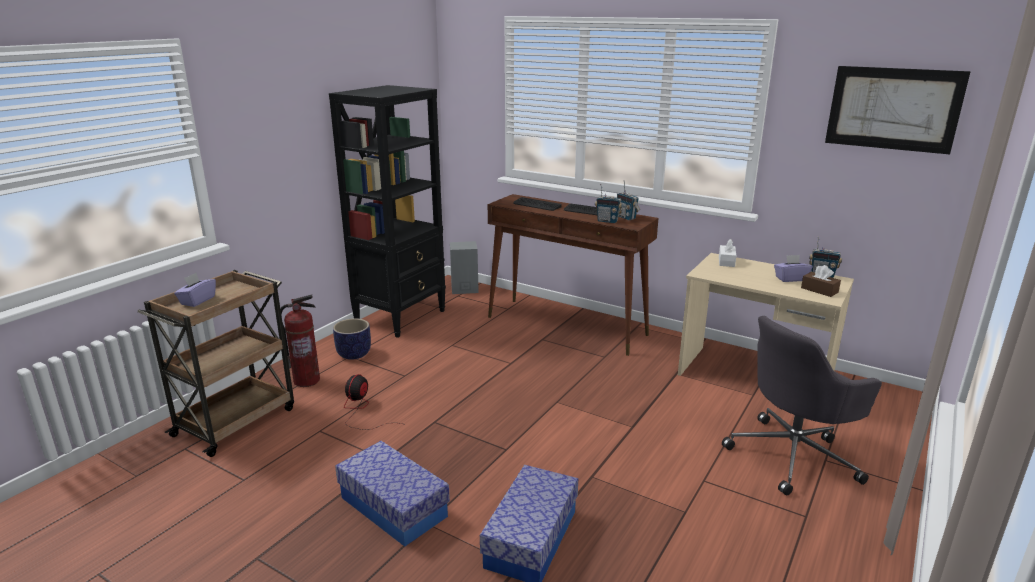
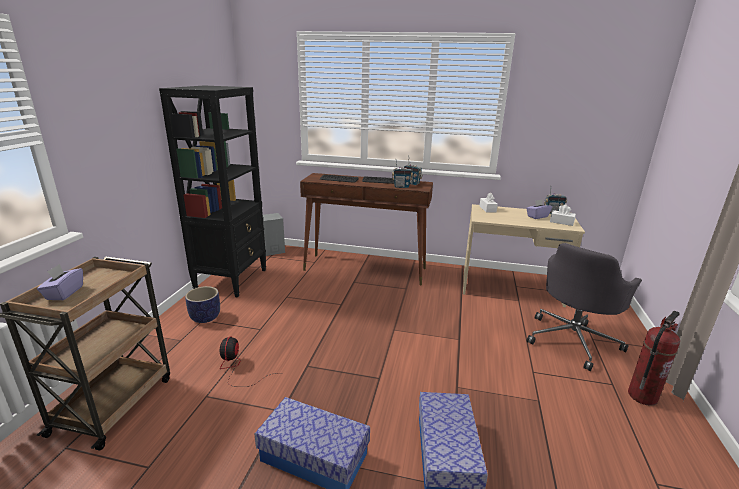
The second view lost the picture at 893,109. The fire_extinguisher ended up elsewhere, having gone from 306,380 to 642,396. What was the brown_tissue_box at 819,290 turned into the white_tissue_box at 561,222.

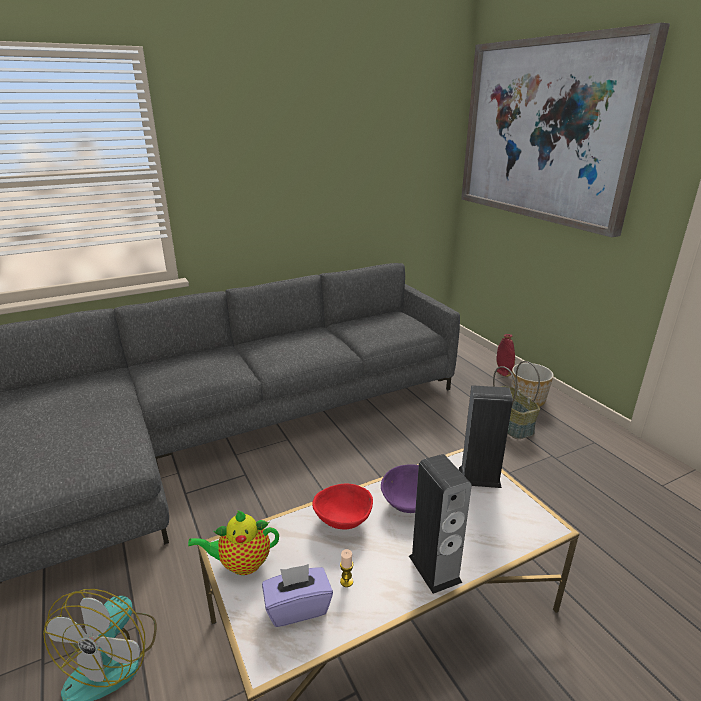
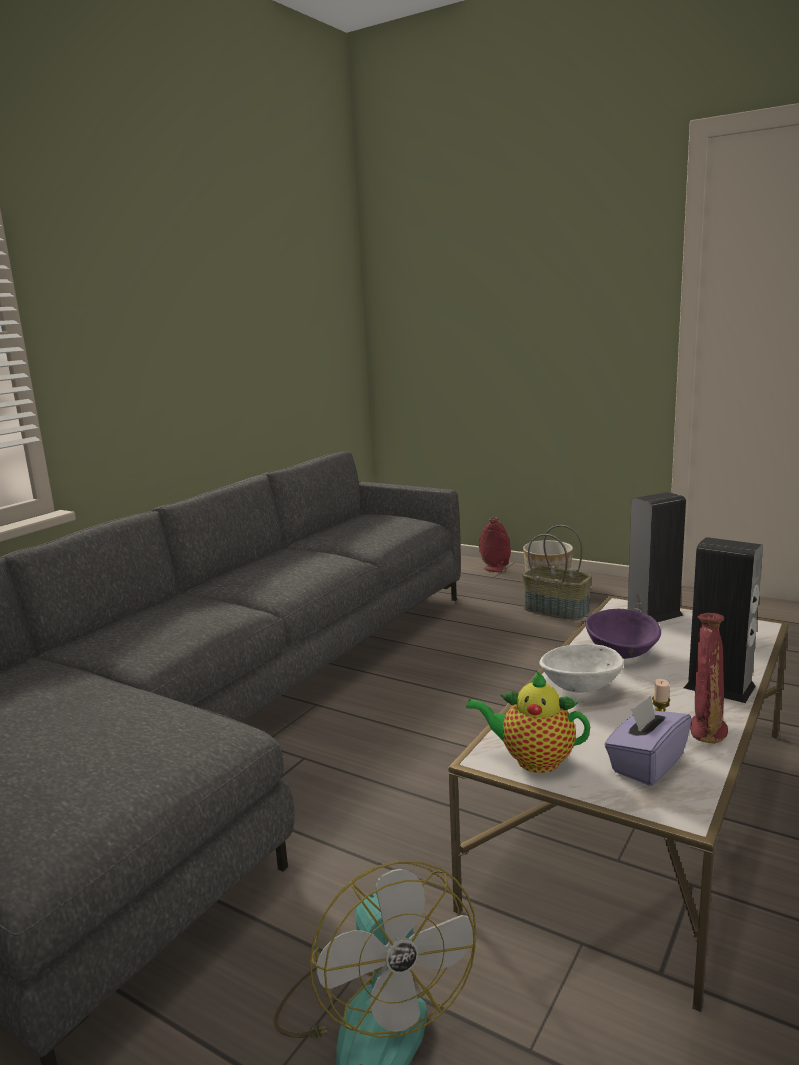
The second view lost the picture at 545,131. The second view gained the red_vase at 707,730. What was the red_bowl at 343,520 turned into the white_bowl at 580,688. The teapot at 241,564 ended up facing another way, 60 degrees clockwise from before.

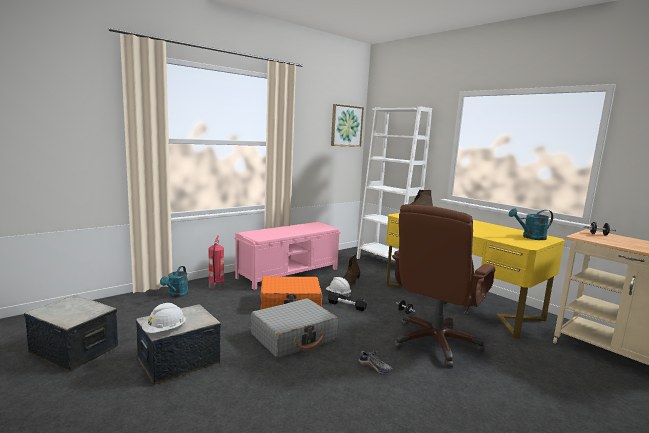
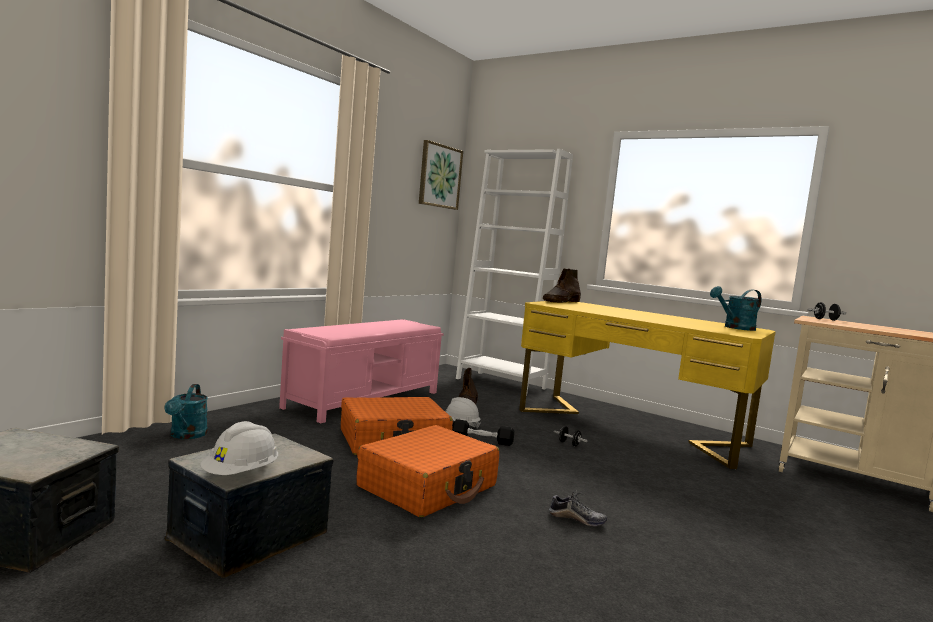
The second view lost the fire_extinguisher at 216,286. The second view lost the brown_office_chair at 435,342. What was the grey_suitcase at 294,337 turned into the orange_suitcase at 428,486.

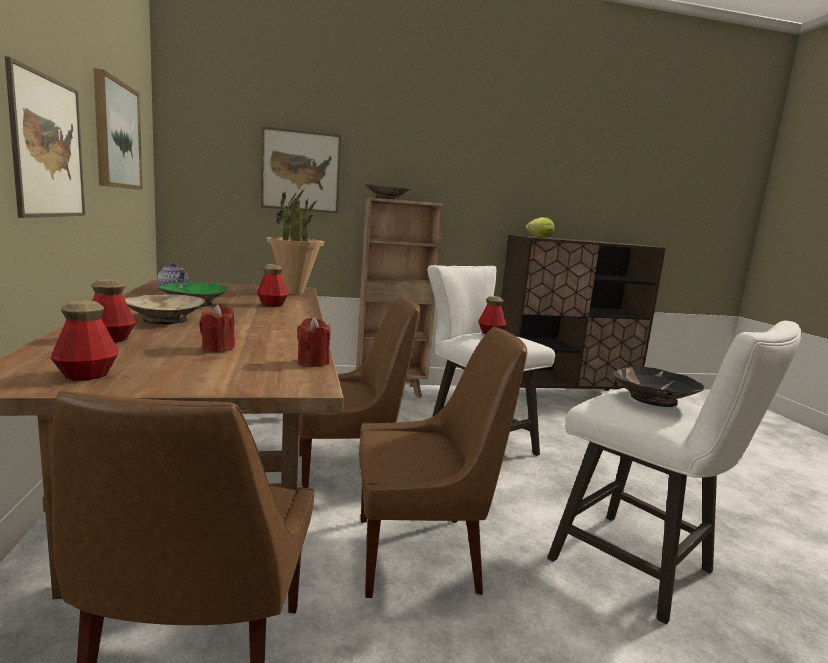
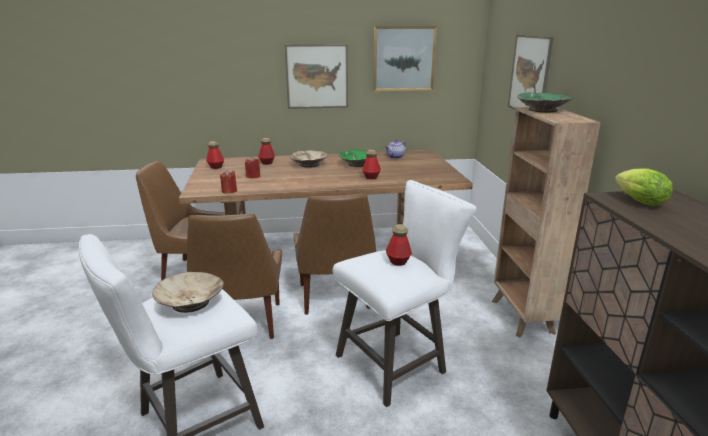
The second view lost the potted_plant at 293,293. What was the black_bowl at 653,399 turned into the beige_bowl at 191,302.

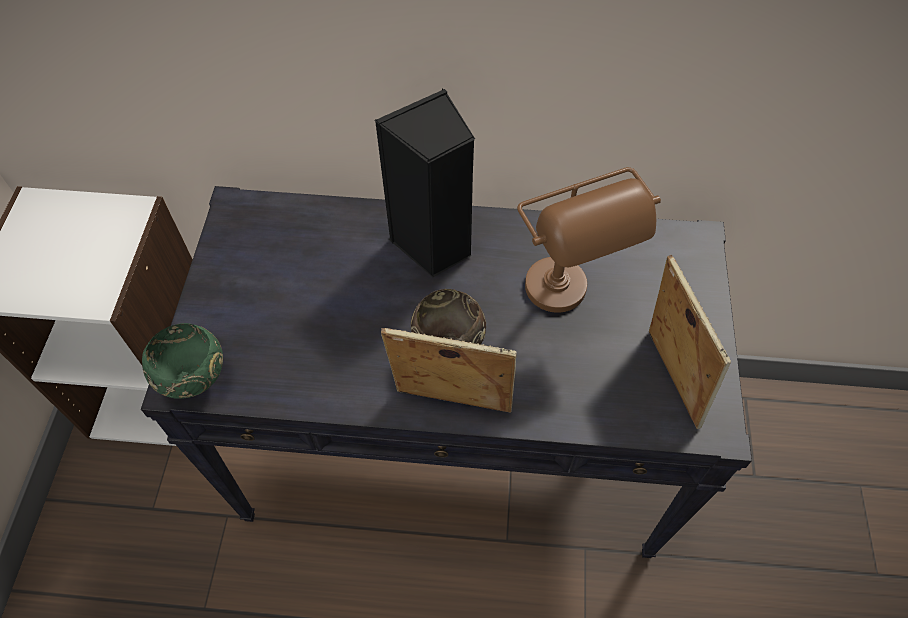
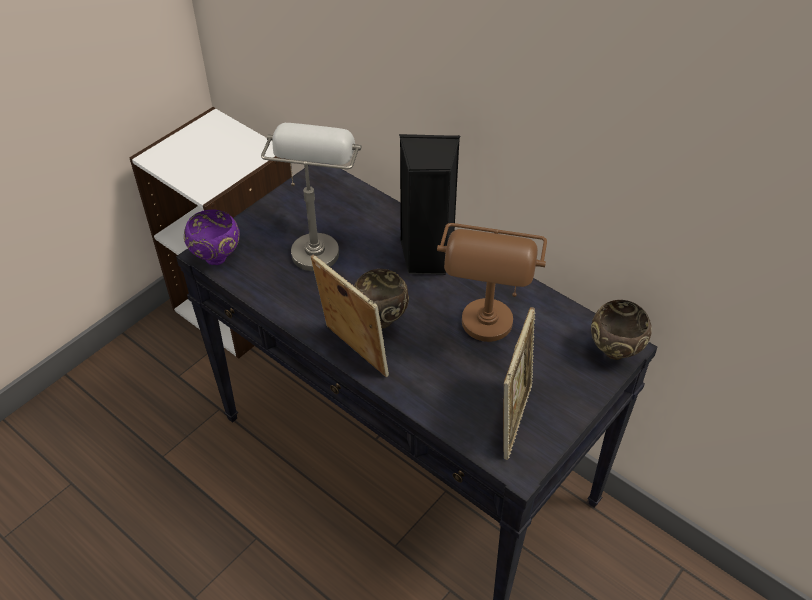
The second view gained the grey_table_lamp at 317,242. The second view gained the brown_bowl at 614,352. What was the green_bowl at 197,381 turned into the purple_bowl at 217,258.

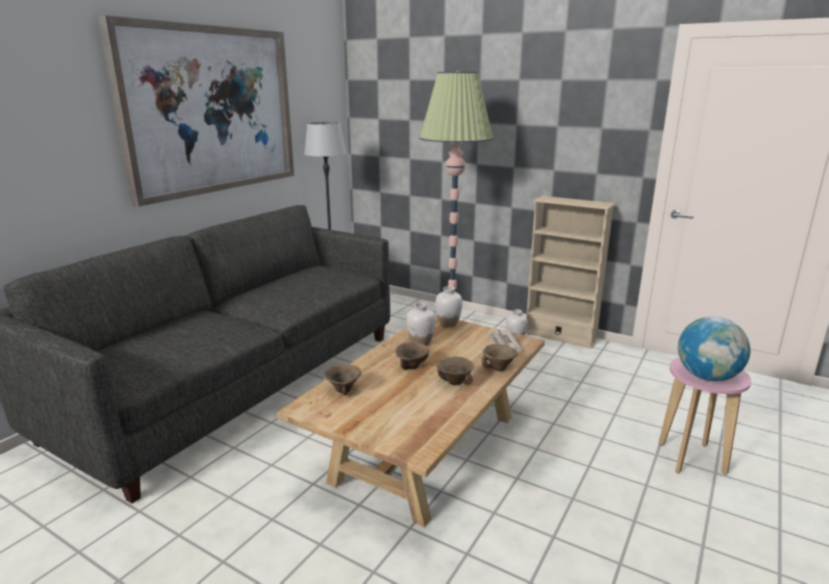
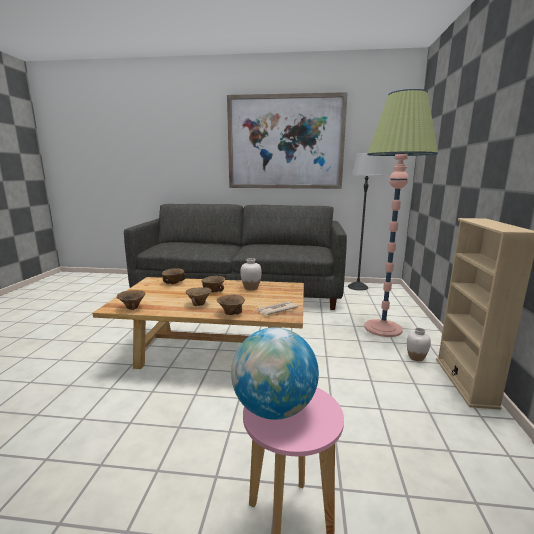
The second view lost the white_vase at 448,323. The second view gained the brown_bowl at 132,308.

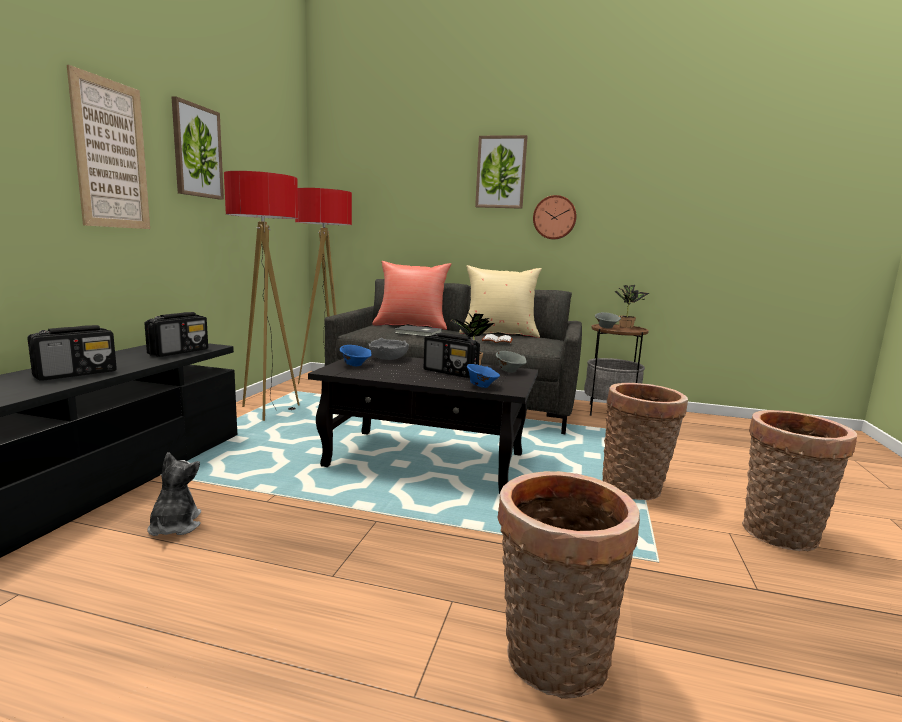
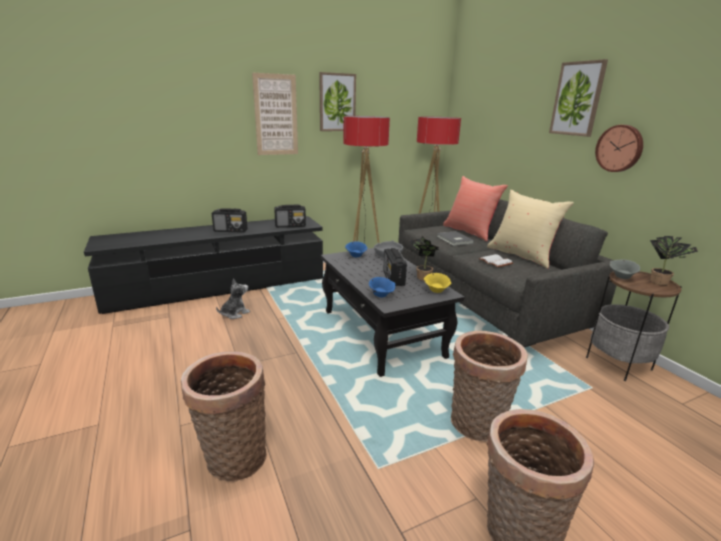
What was the grey_bowl at 510,371 turned into the yellow_bowl at 436,291.

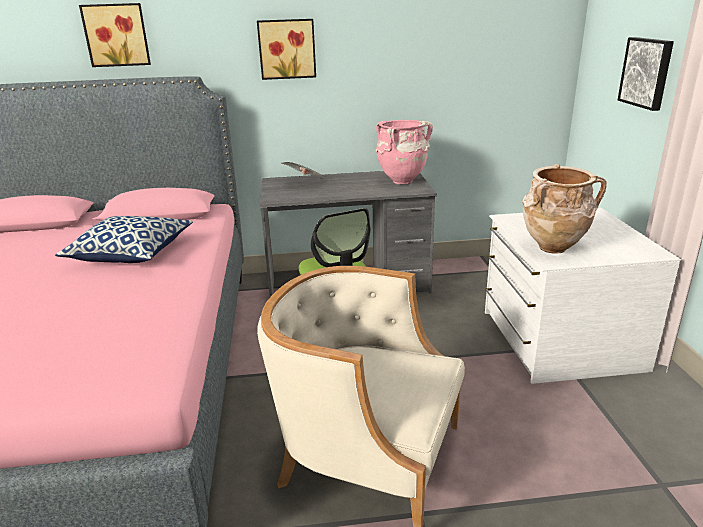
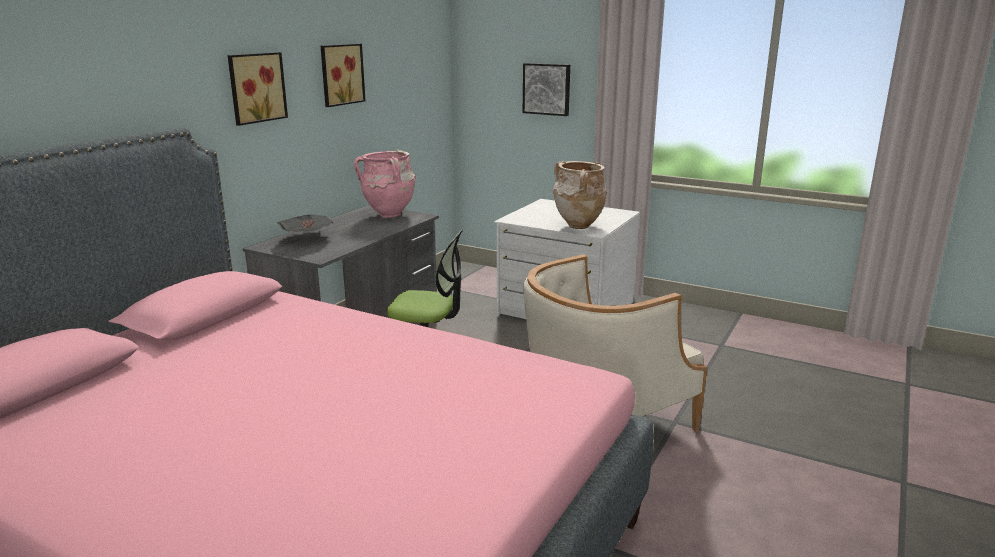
The second view lost the pillow at 131,253. The picture ended up elsewhere, having gone from 117,35 to 340,74.

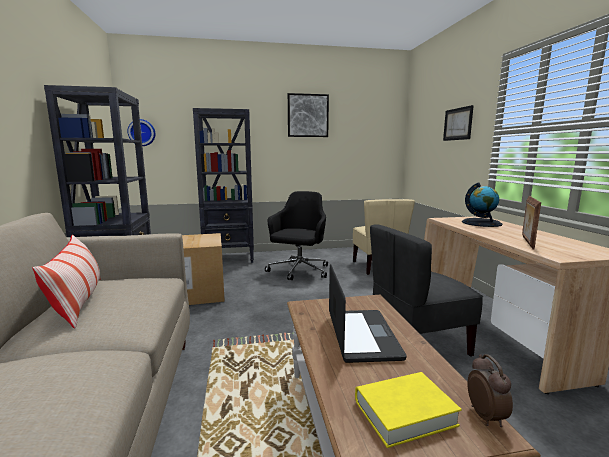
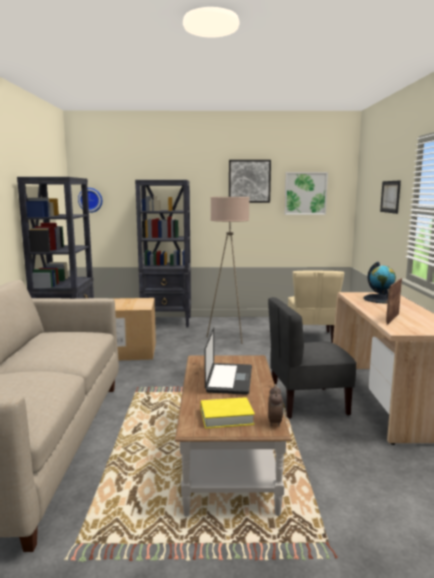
The second view lost the pillow at 78,301. The second view gained the picture at 305,193. Where the black_office_chair stood at 298,271, the beige_floor_lamp came to stand at 229,337.

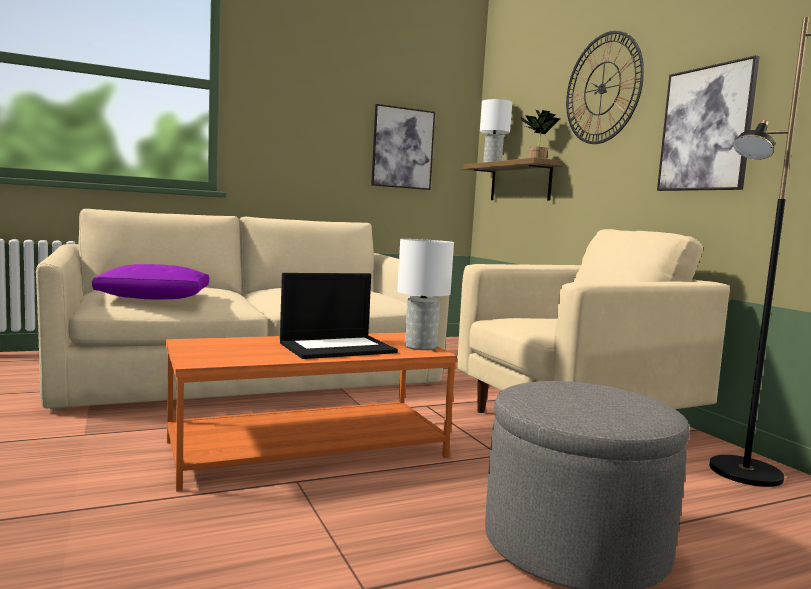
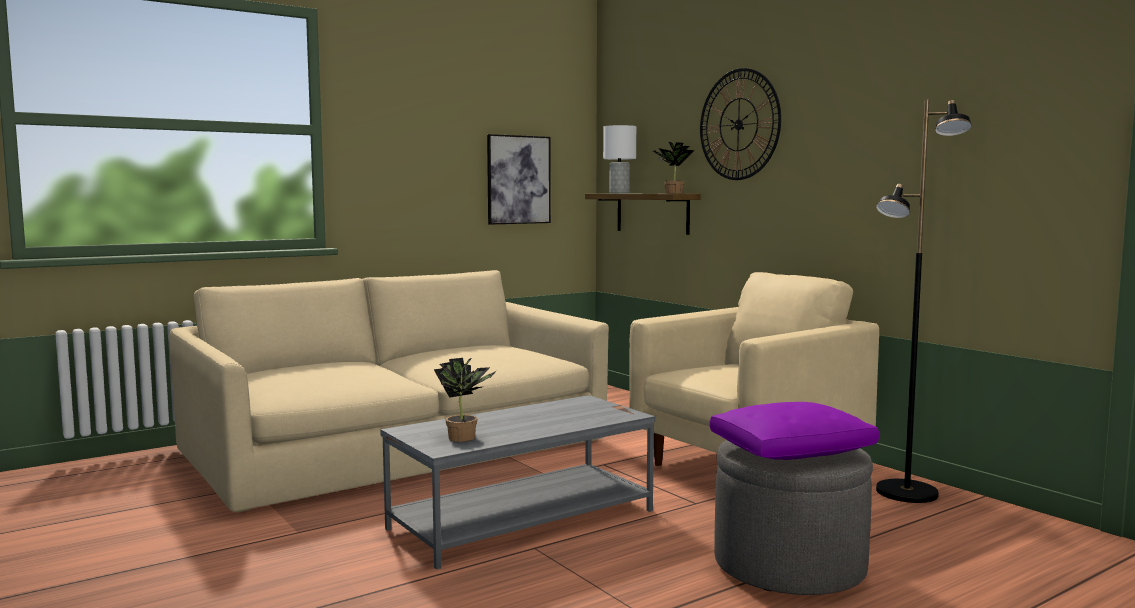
The second view lost the laptop at 338,347. The second view lost the white_table_lamp at 421,347. The second view lost the picture at 706,129. The second view gained the potted_plant at 466,437. The purple_pillow ended up elsewhere, having gone from 155,297 to 792,451. What was the orange_coffee_table at 308,449 turned into the grey_coffee_table at 522,519.

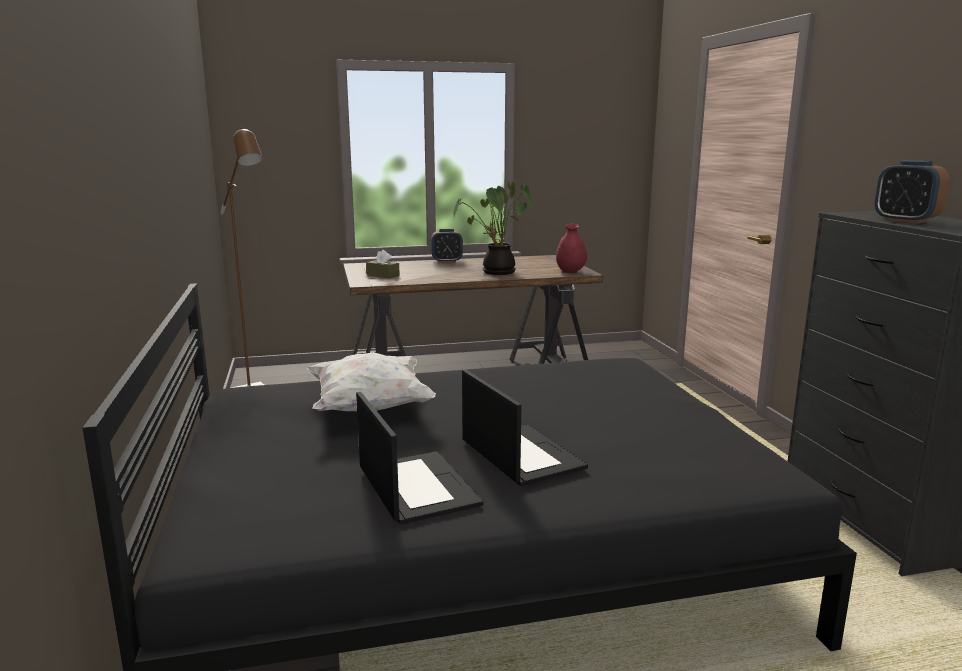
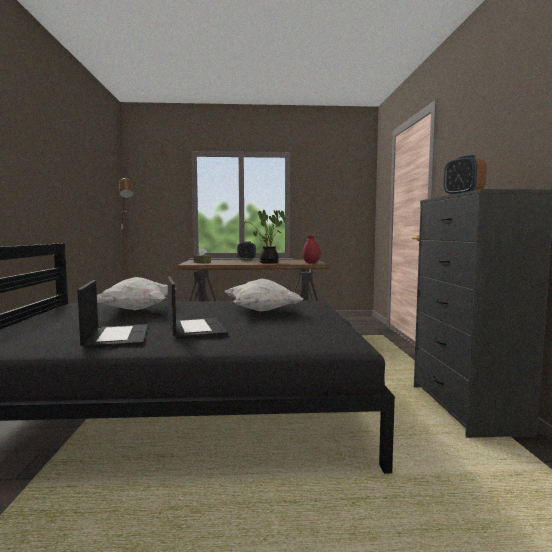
The second view gained the white_pillow at 262,311.

